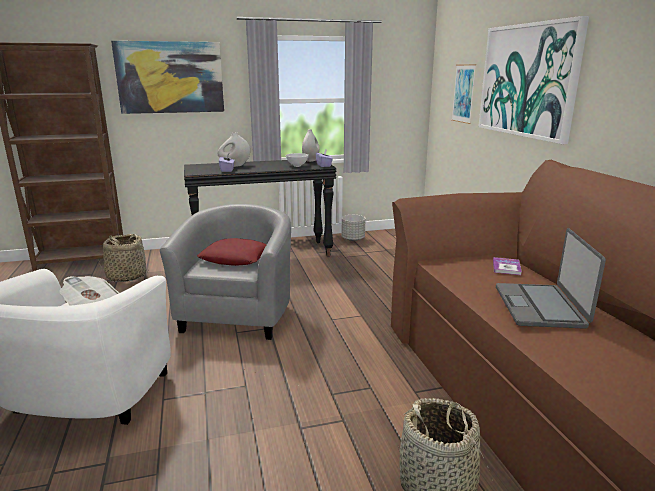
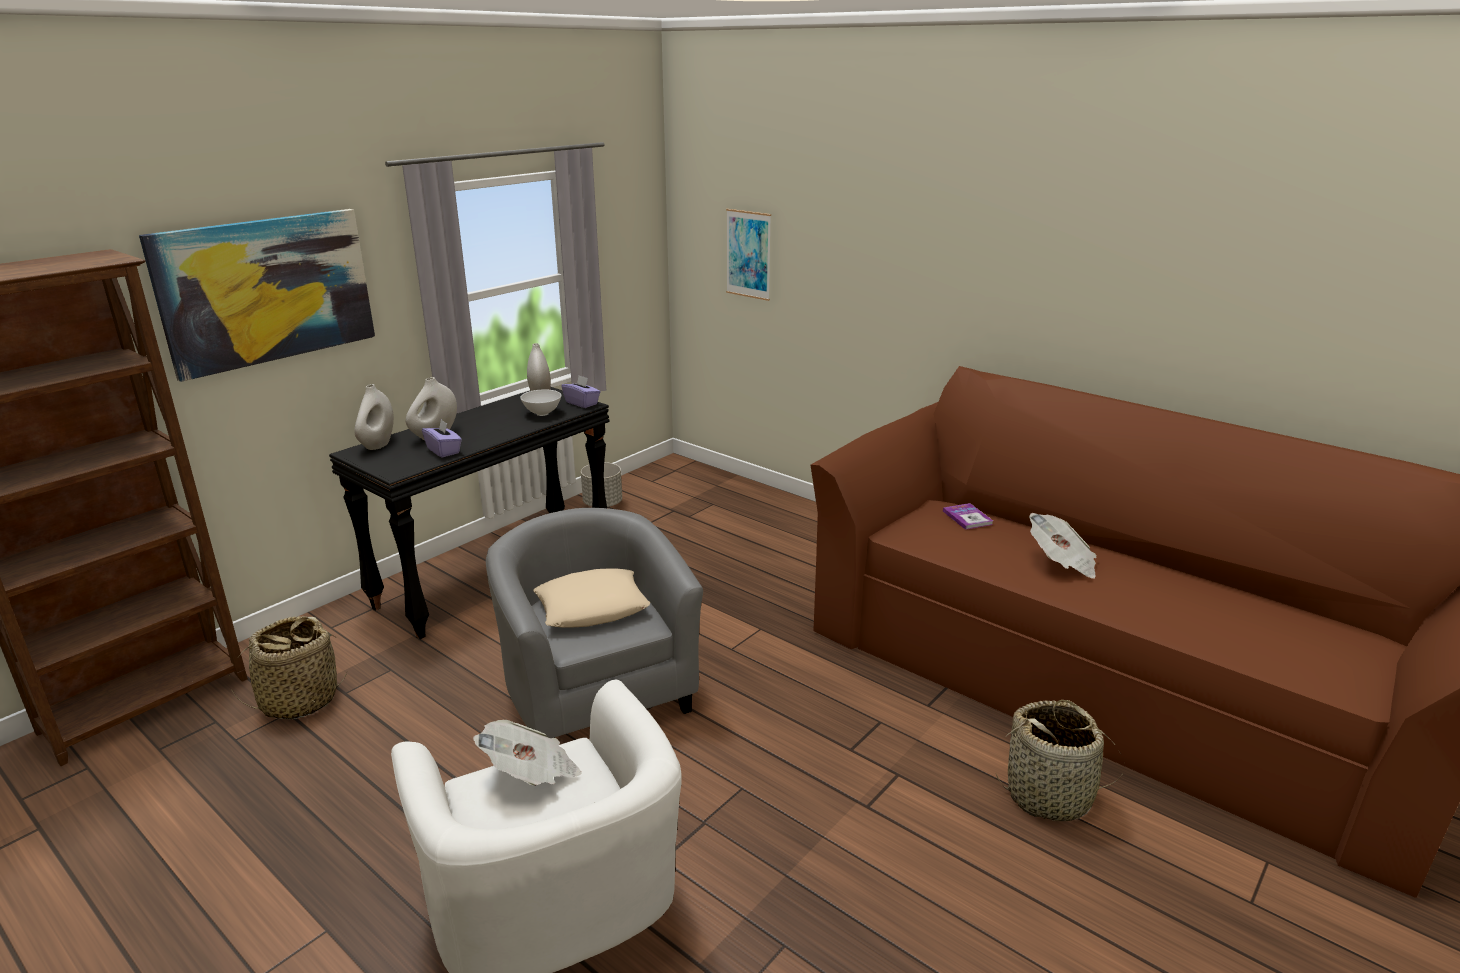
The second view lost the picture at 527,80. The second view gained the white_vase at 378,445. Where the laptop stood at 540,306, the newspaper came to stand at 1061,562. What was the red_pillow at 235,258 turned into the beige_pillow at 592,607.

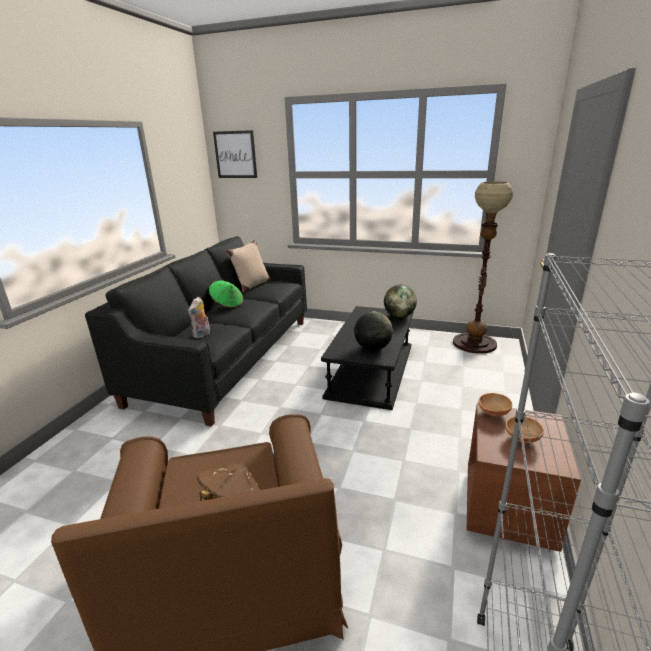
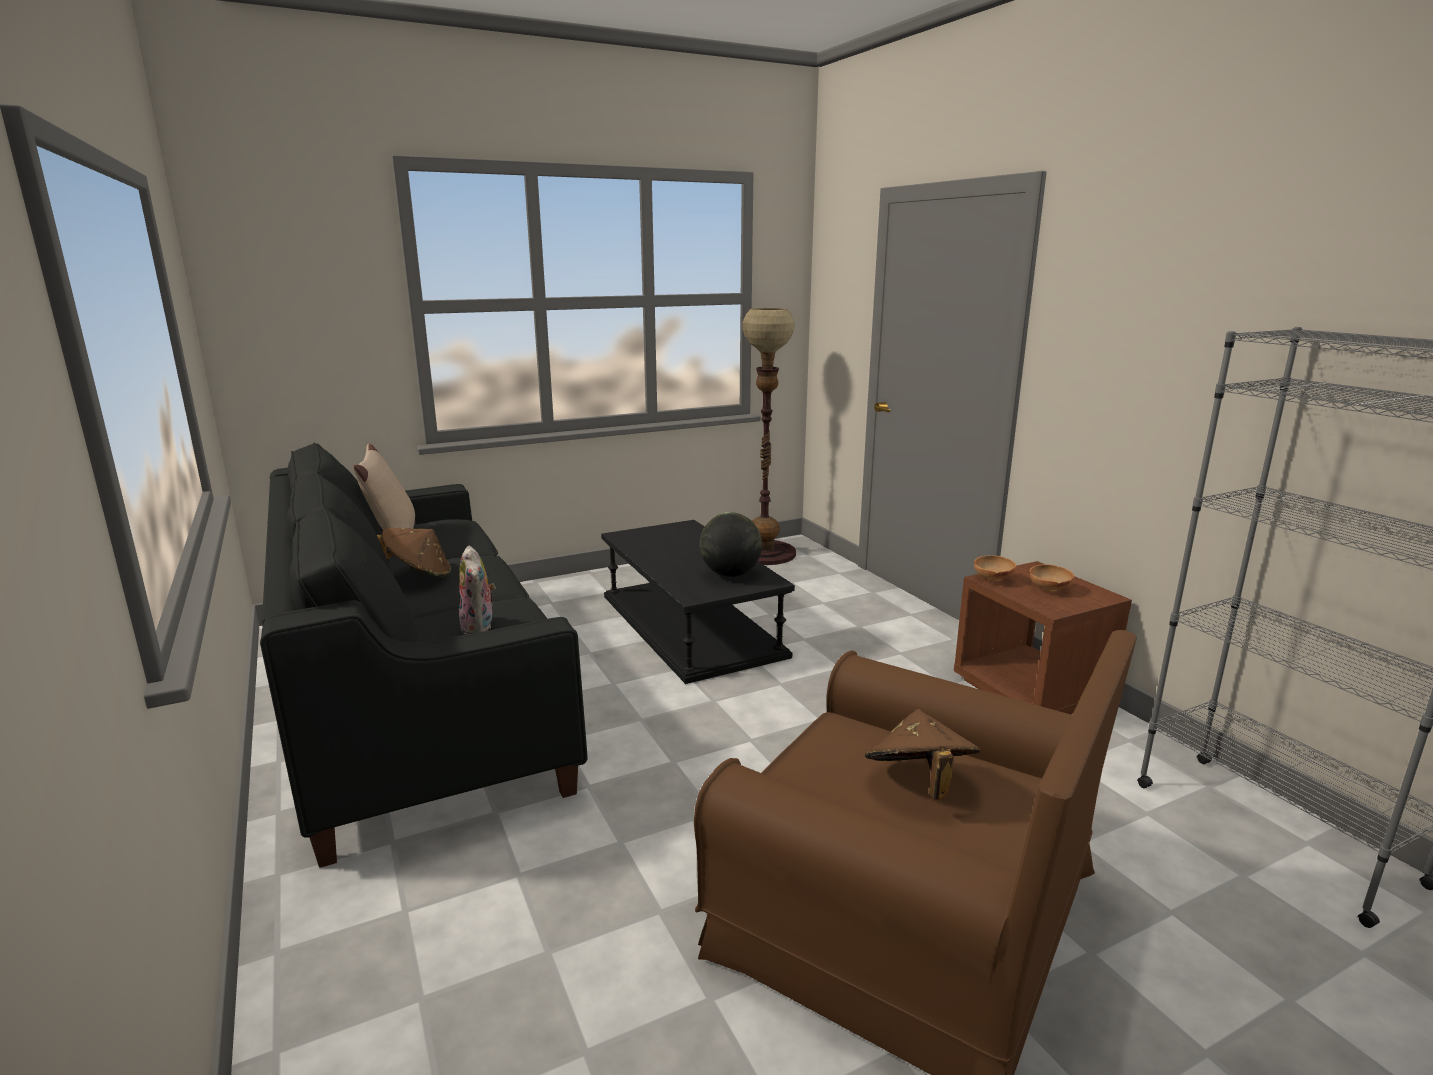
The second view lost the picture at 235,154. The second view lost the globe at 399,316. What was the green_hat at 227,304 turned into the brown_hat at 418,575.

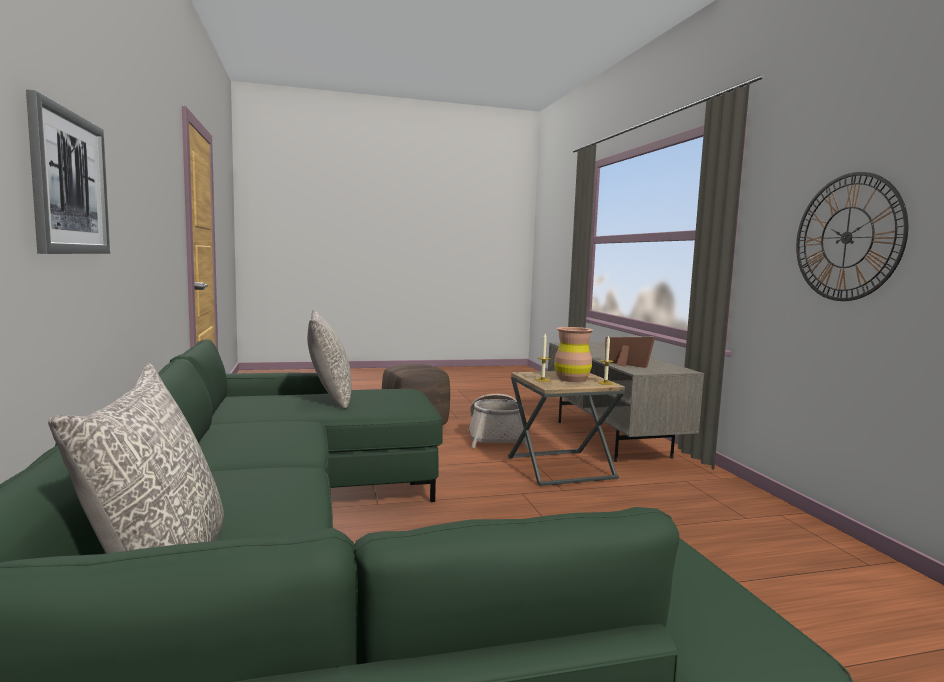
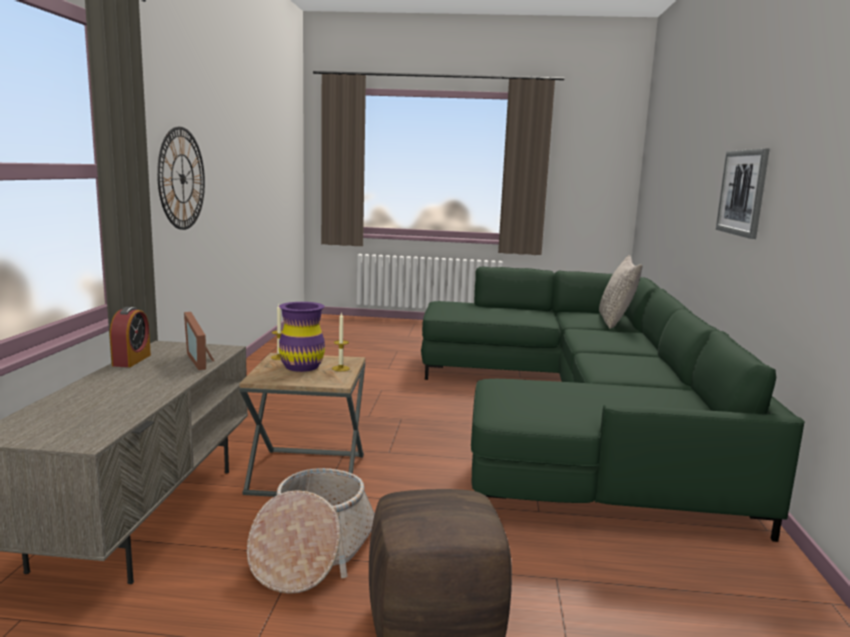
The second view lost the grey_pillow at 329,397. The second view gained the alarm_clock at 131,360. What was the brown_vase at 572,379 turned into the purple_vase at 302,366.

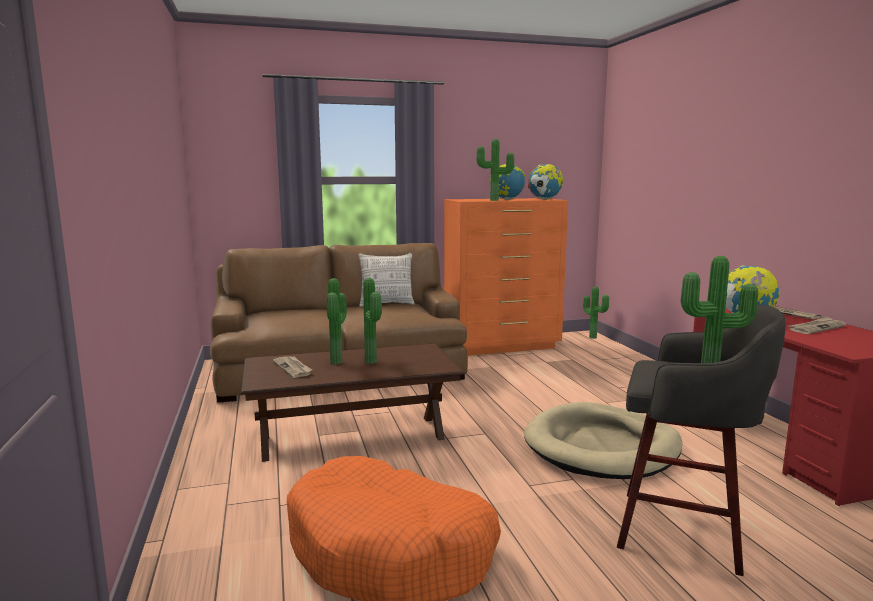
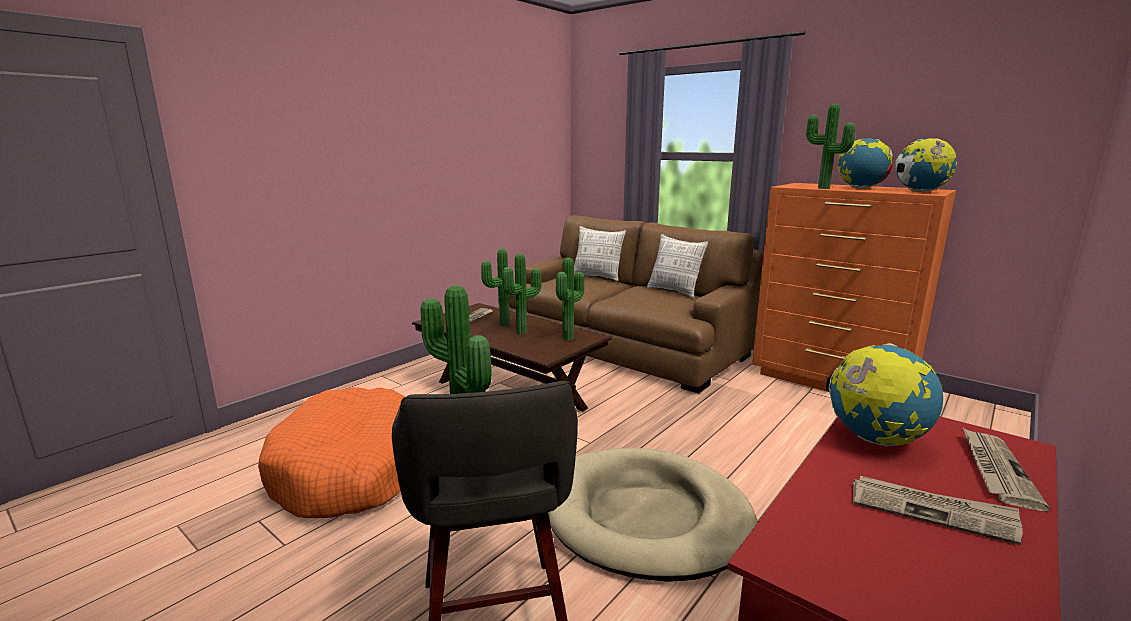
The second view gained the pillow at 597,277. The potted_plant ended up elsewhere, having gone from 593,337 to 570,338.

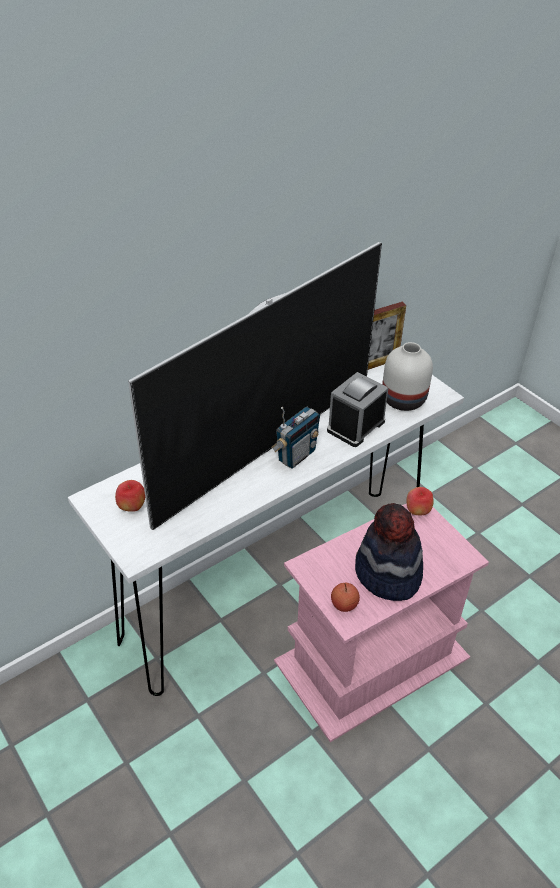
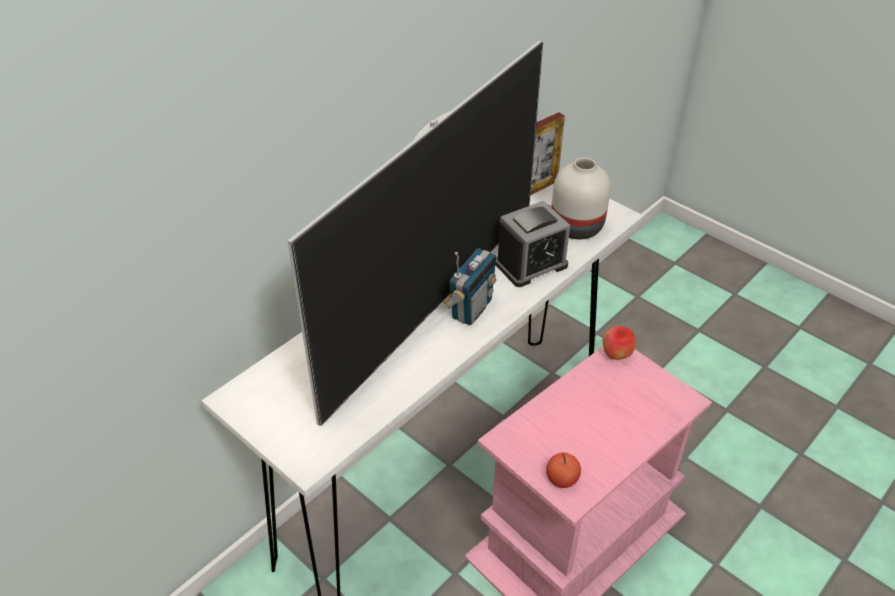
The second view lost the apple at 132,507. The second view lost the hat at 387,574. The alarm_clock at 356,426 ended up facing another way, 150 degrees counterclockwise from before.

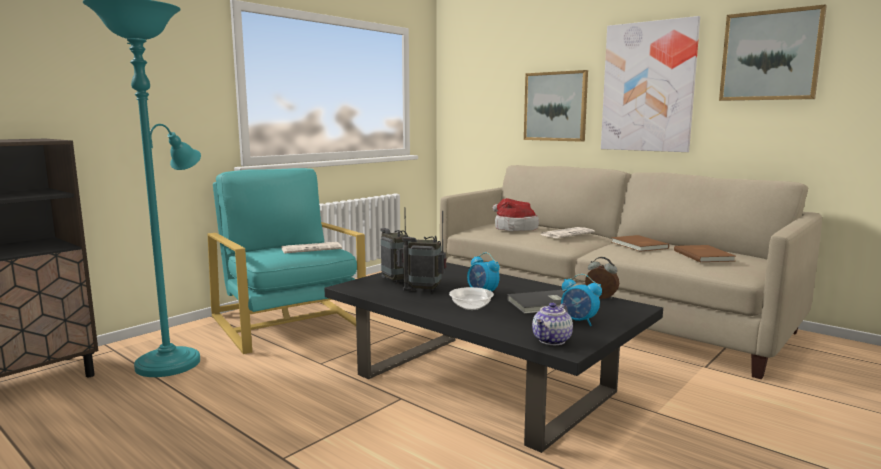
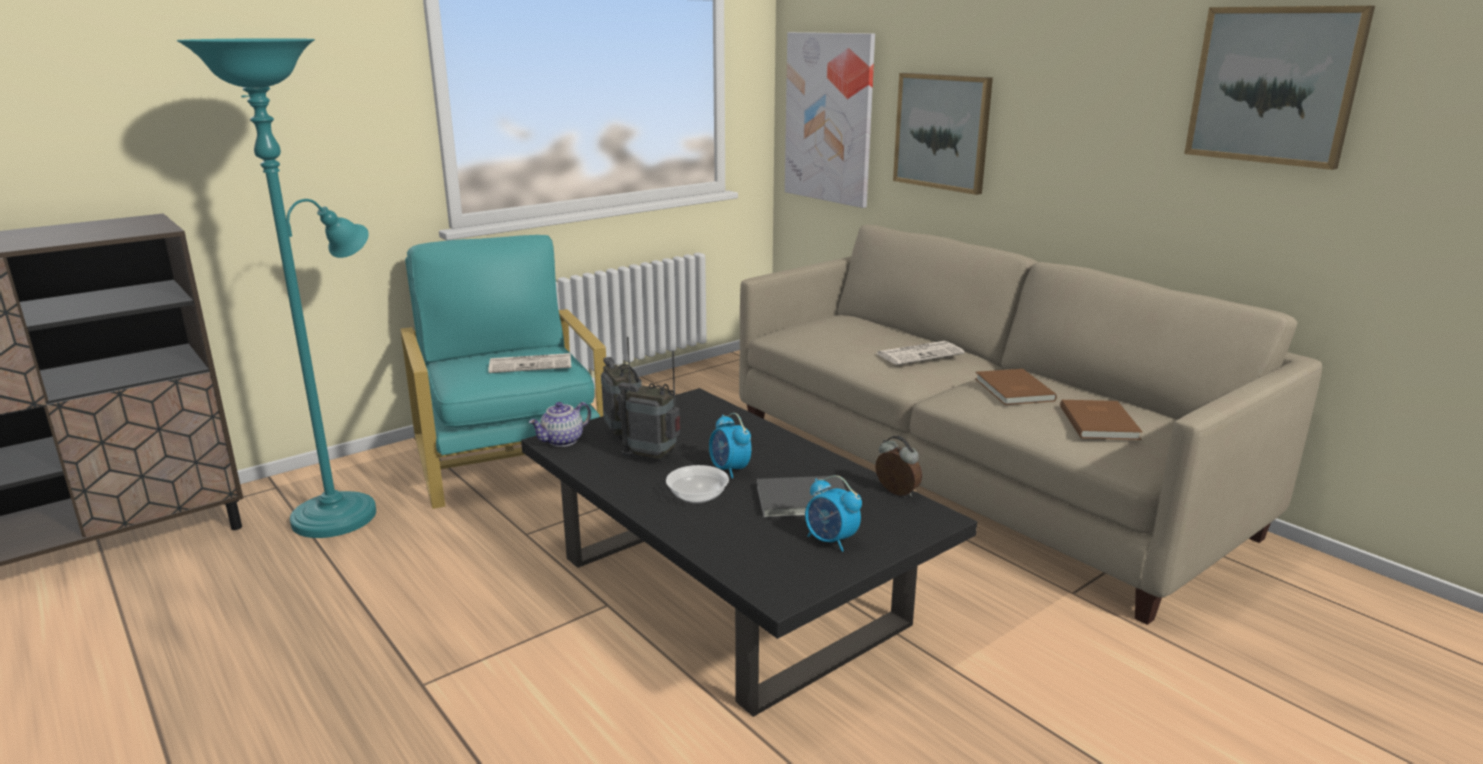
The second view lost the hat at 513,228. The teapot ended up elsewhere, having gone from 552,340 to 562,441. The picture ended up elsewhere, having gone from 648,87 to 829,118.

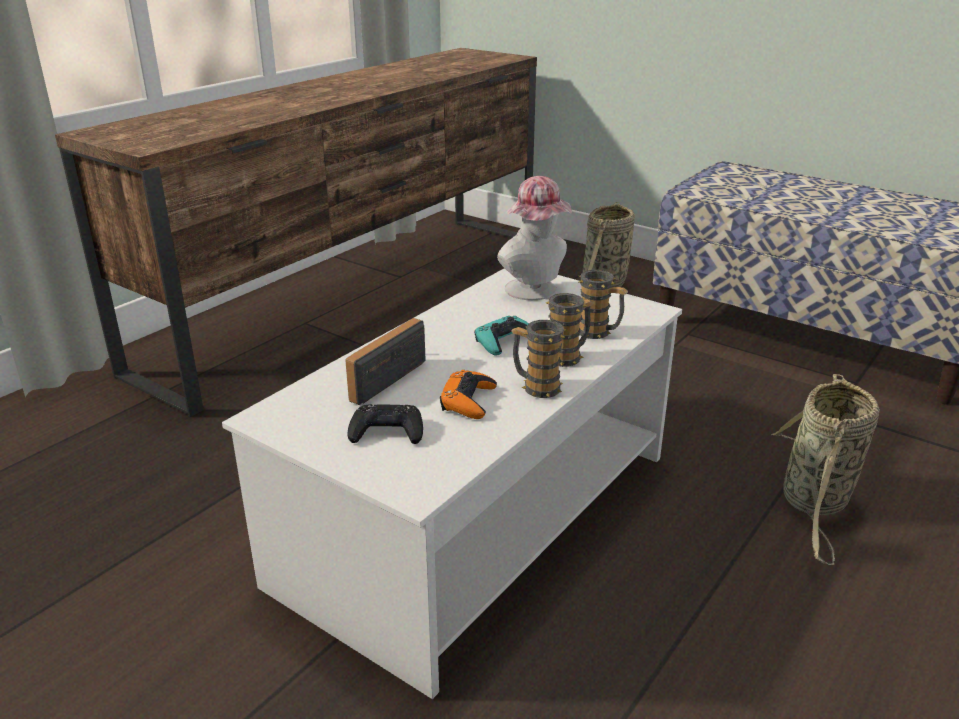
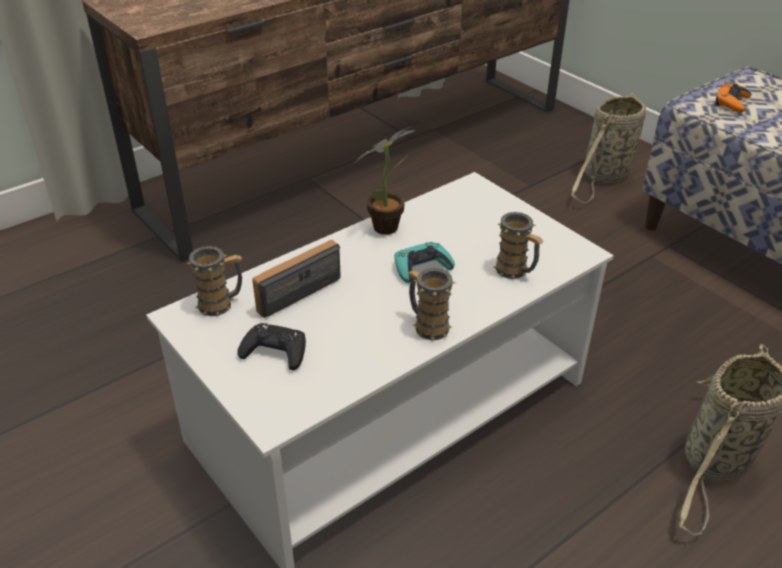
The second view lost the hat at 535,292. The second view gained the potted_plant at 390,226. The orange_game_controller ended up elsewhere, having gone from 468,401 to 731,102. The mug ended up elsewhere, having gone from 568,356 to 221,304.

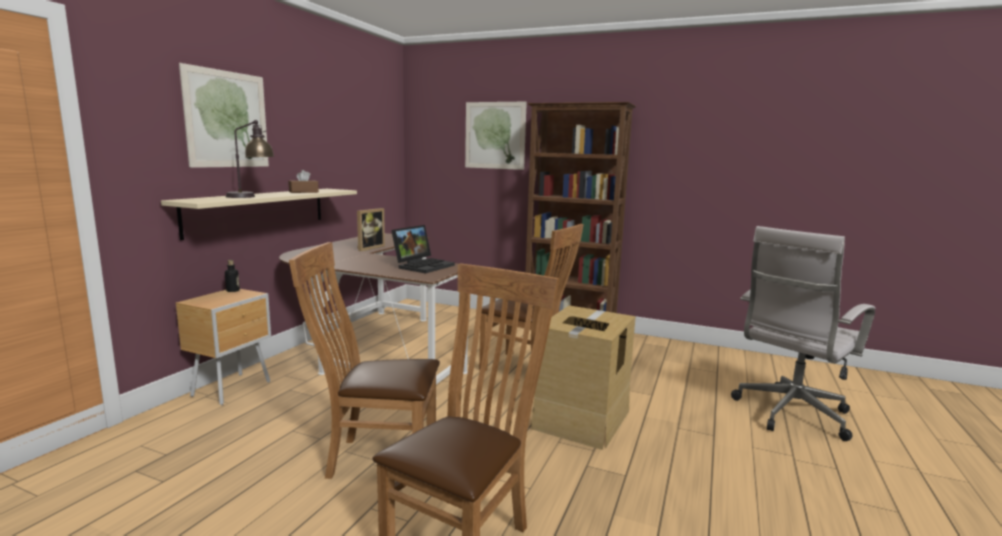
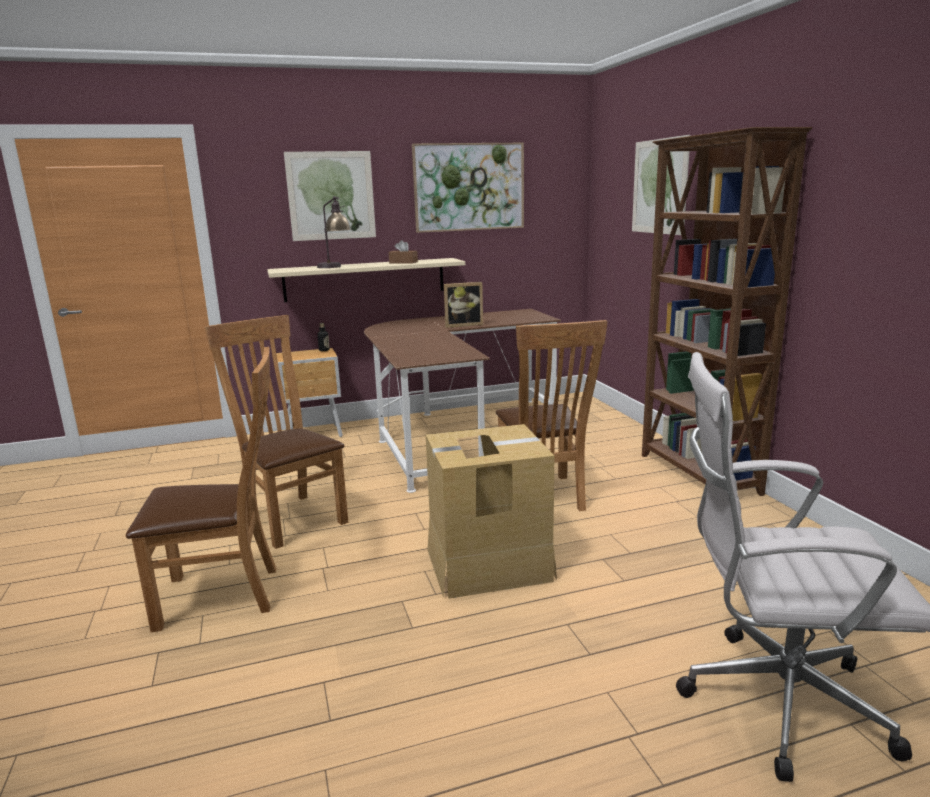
The second view lost the laptop at 423,266. The second view gained the picture at 469,187.

